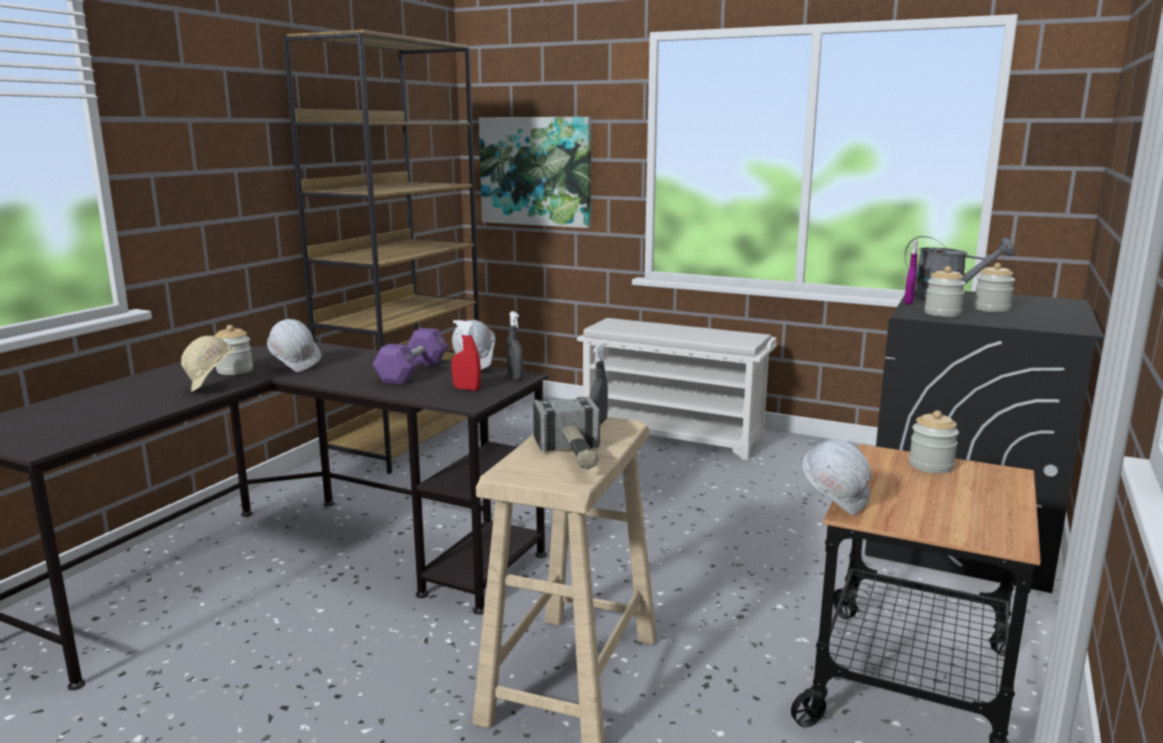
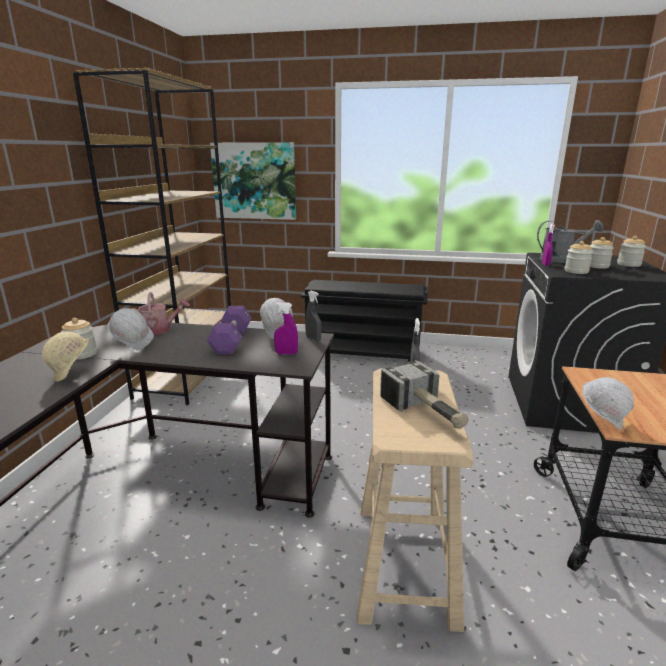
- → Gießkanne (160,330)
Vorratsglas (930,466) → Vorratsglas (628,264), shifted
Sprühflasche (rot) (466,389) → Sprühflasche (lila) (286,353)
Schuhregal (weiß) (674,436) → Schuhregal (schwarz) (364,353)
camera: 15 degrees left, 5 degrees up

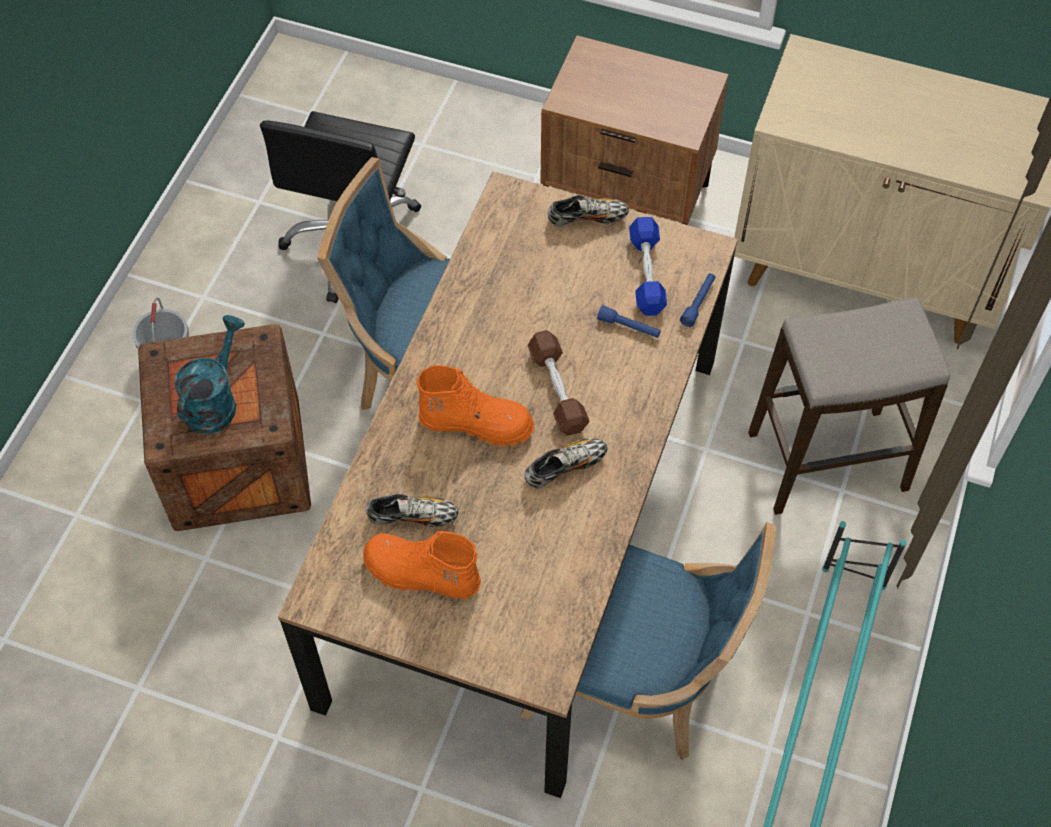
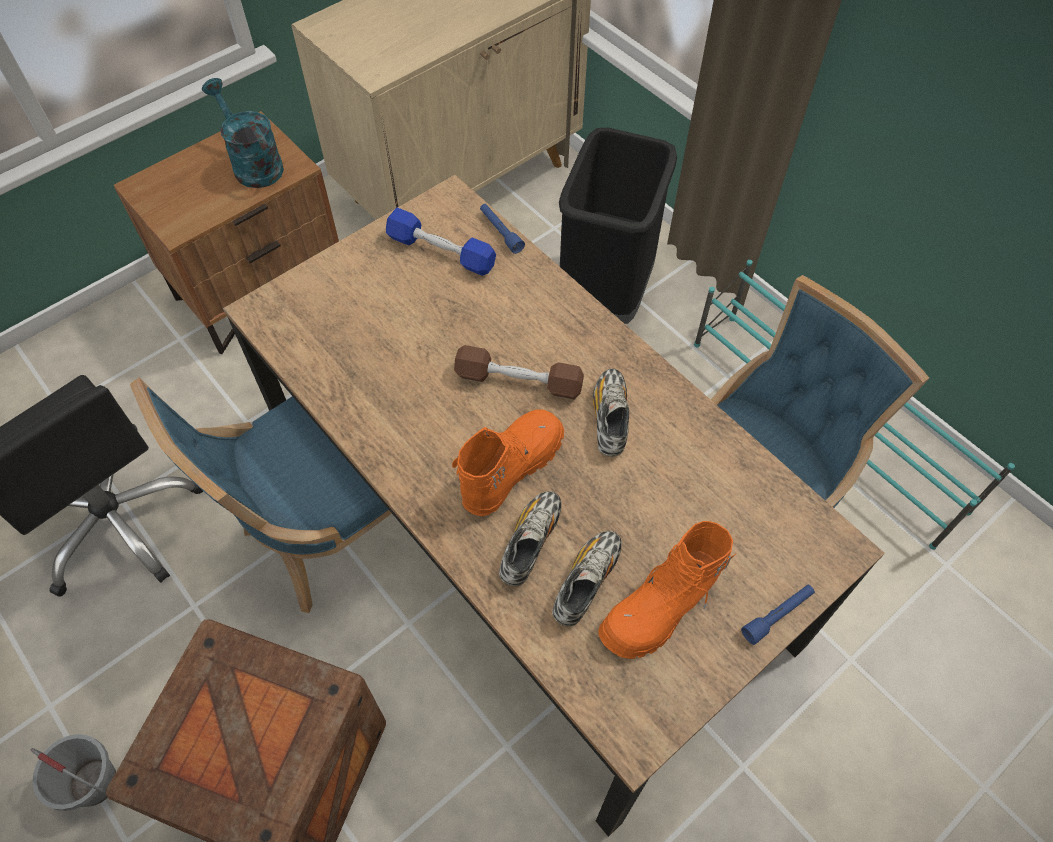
Gießkanne (türkis) (215,401) → Gießkanne (türkis) (253,164), shifted
Schuh (587,218) → Schuh (530,543), shifted
Taschenlampe (blau) (629,327) → Taschenlampe (blau) (777,615), shifted
Hocker (828,462) → Mülleimer (schwarz) (606,293)
camera: 60 degrees left, 0 degrees up

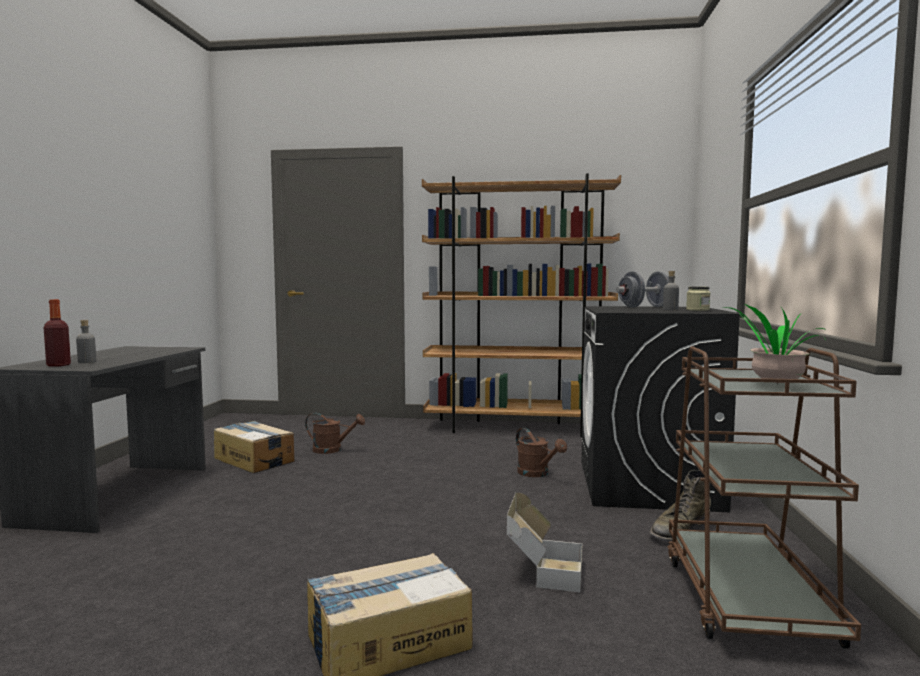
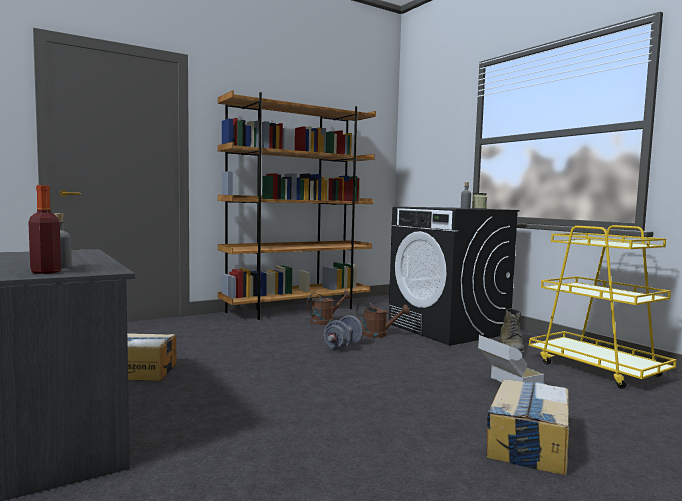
Topfpflanze (772,385) → -
Gießkanne (braun) (332,450) → Gießkanne (braun) (325,321), shifted
Hantel (grau) (644,307) → Hantel (grau) (343,346), shifted
Rollwagen (braun) (746,599) → Rollwagen (gelb) (597,369)
camera: 40 degrees left, 0 degrees up

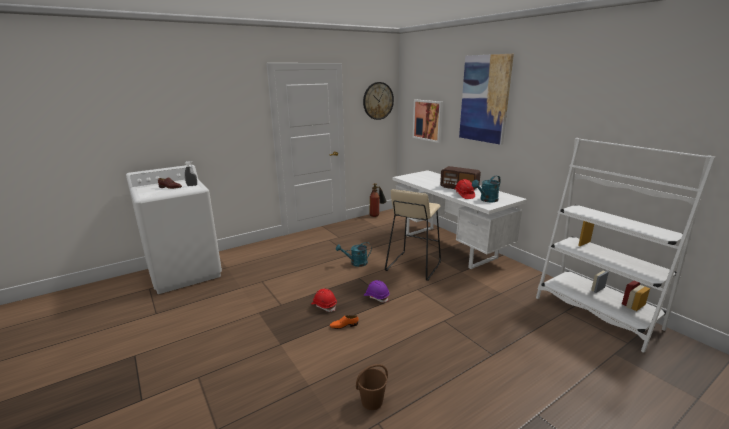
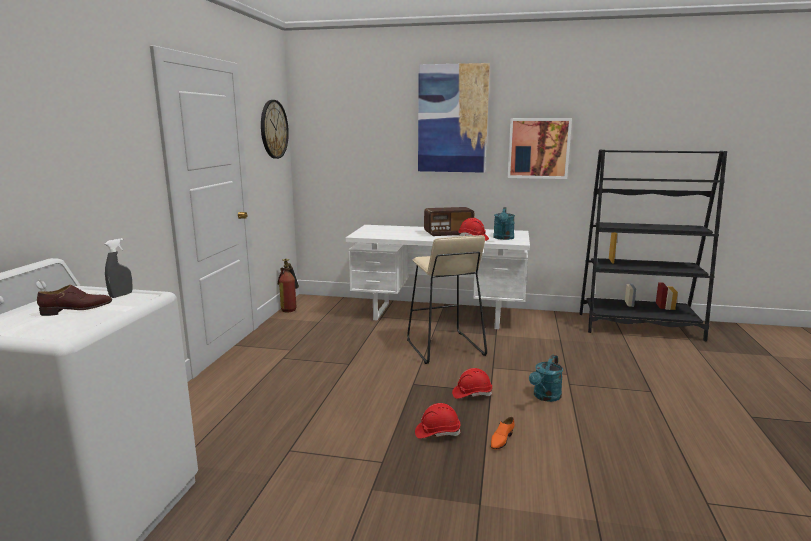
Eimer (braun) (371,401) → -
Gießkanne (türkis) (356,263) → Gießkanne (türkis) (545,397), shifted
Bild (428,120) → Bild (538,148), shifted
Schutzhelm (lila) (376,297) → Schutzhelm (rot) (472,394)
Bücherregal (weiß) (596,313) → Bücherregal (schwarz) (639,327)
camera: 45 degrees left, 5 degrees down

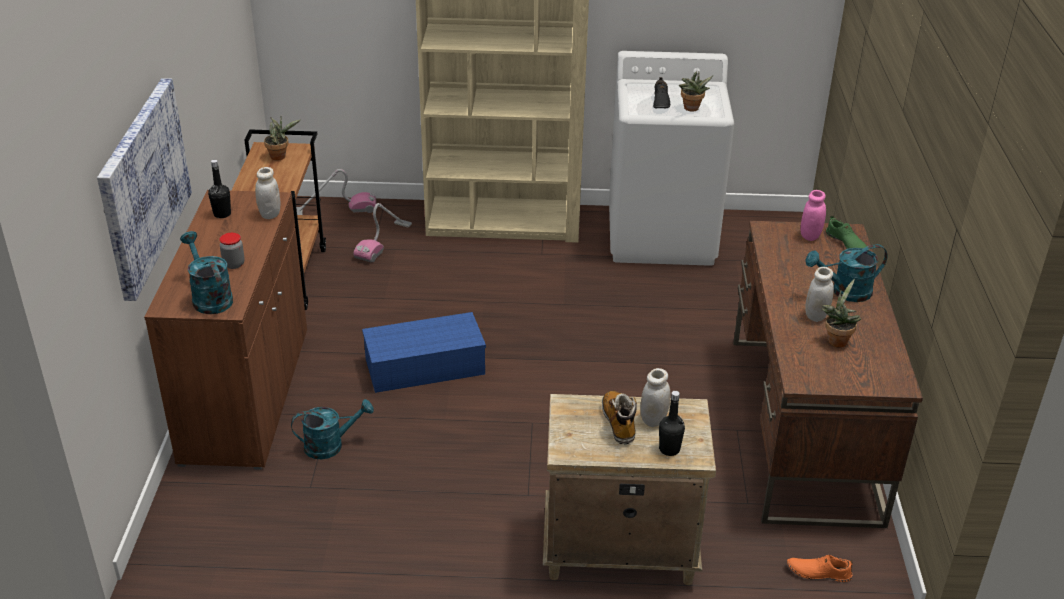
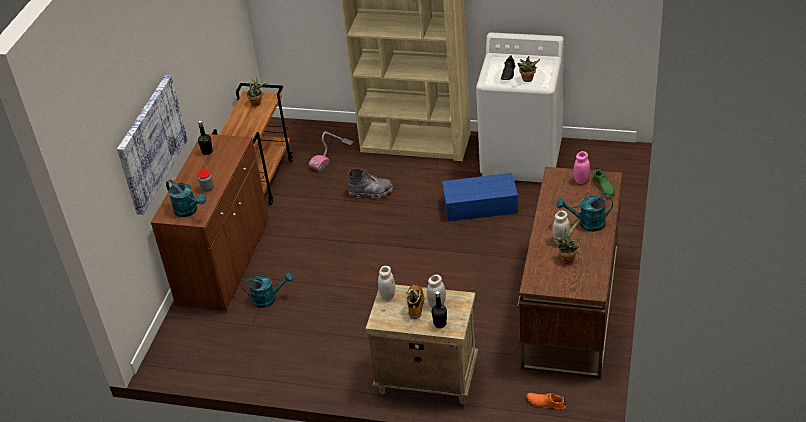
Staubsauger (335,210) → -
- → Stiefel (grau) (371,192)
Vorratsglas (weiß) (270,214) → Vorratsglas (weiß) (387,295), shifted
Aufbewahrungsbox (blau) (423,367) → Aufbewahrungsbox (blau) (479,206), shifted
Gießkanne (türkis) (209,297) → Gießkanne (türkis) (189,211), 150 degrees clockwise
camera: 15 degrees right, 5 degrees up

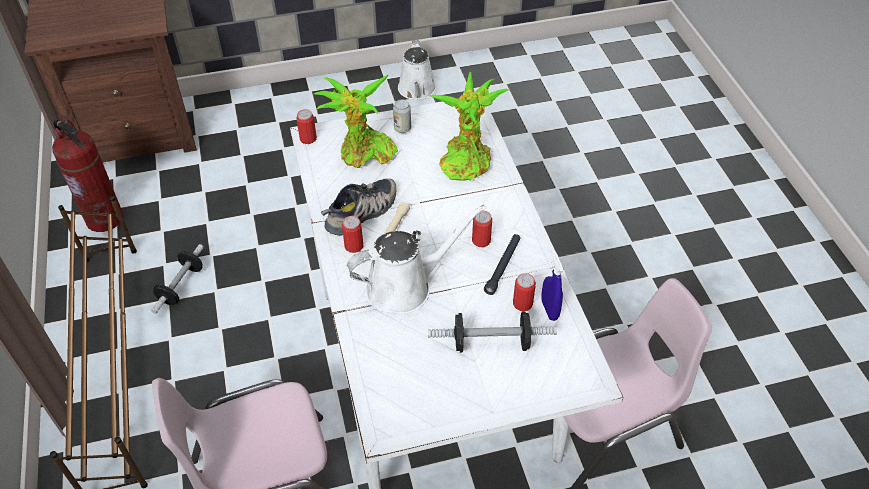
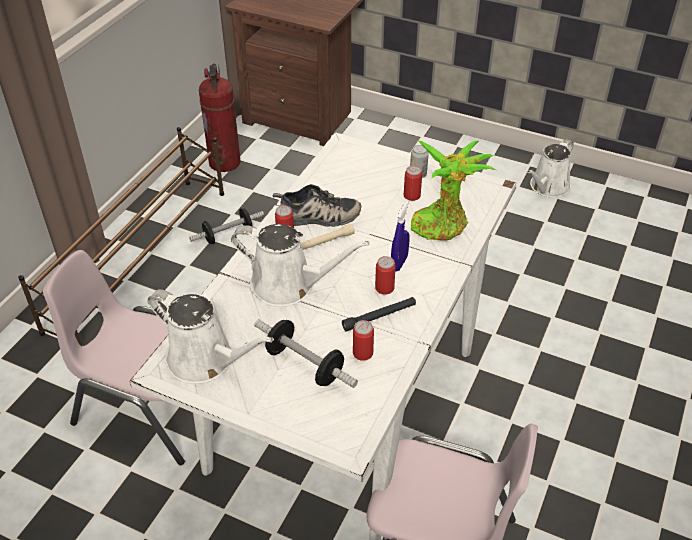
Topfpflanze (363,154) → -
- → Gießkanne (weiß) (206,360)
Dose (308,139) → Dose (412,196), shifted
Sprühflasche (blau) (549,309) → Sprühflasche (blau) (399,263), shifted
camera: 40 degrees right, 5 degrees down

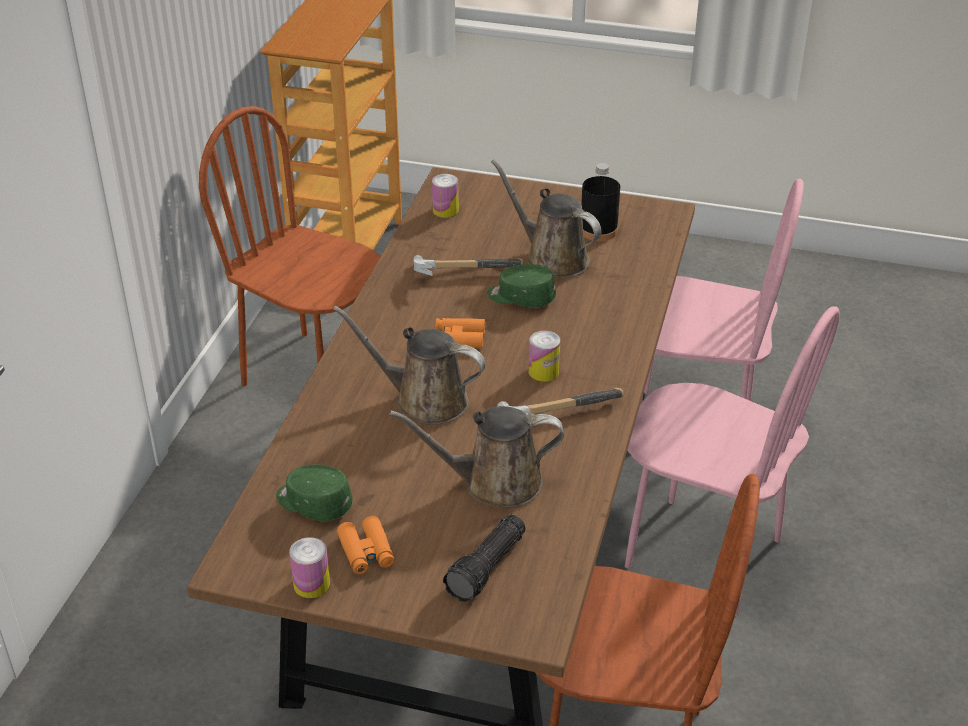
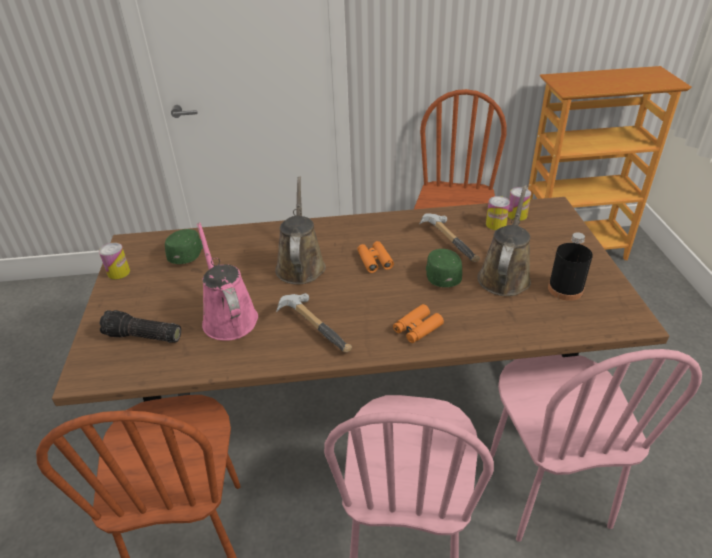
Fernglas (orange) (366,551) → Fernglas (orange) (417,328), shifted
Dose (543,372) → Dose (496,224), shifted
Gießkanne (braun) (494,483) → Gießkanne (rosa) (228,317)
camera: 70 degrees right, 0 degrees up

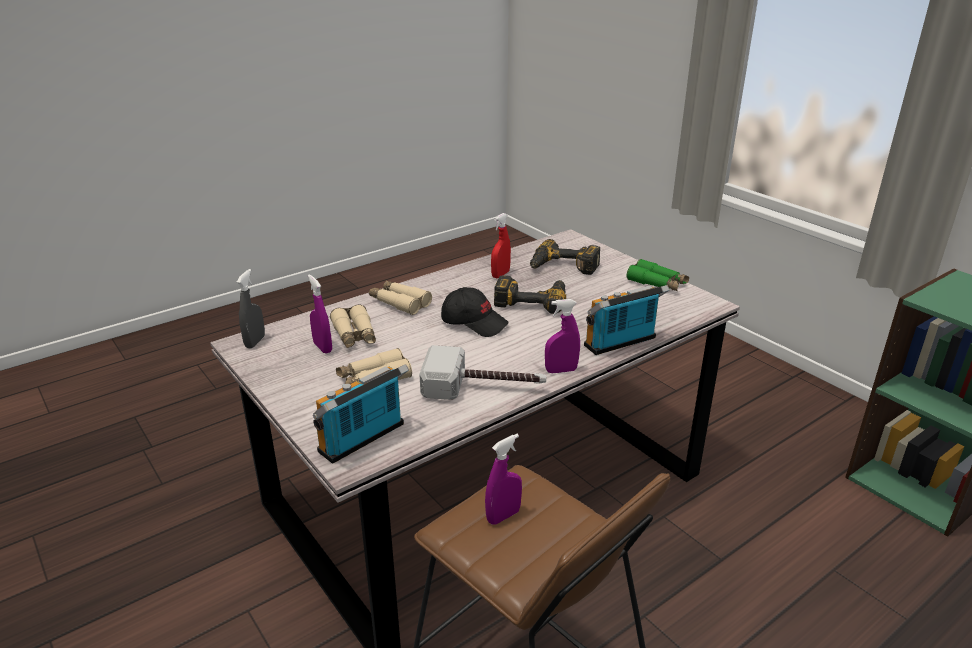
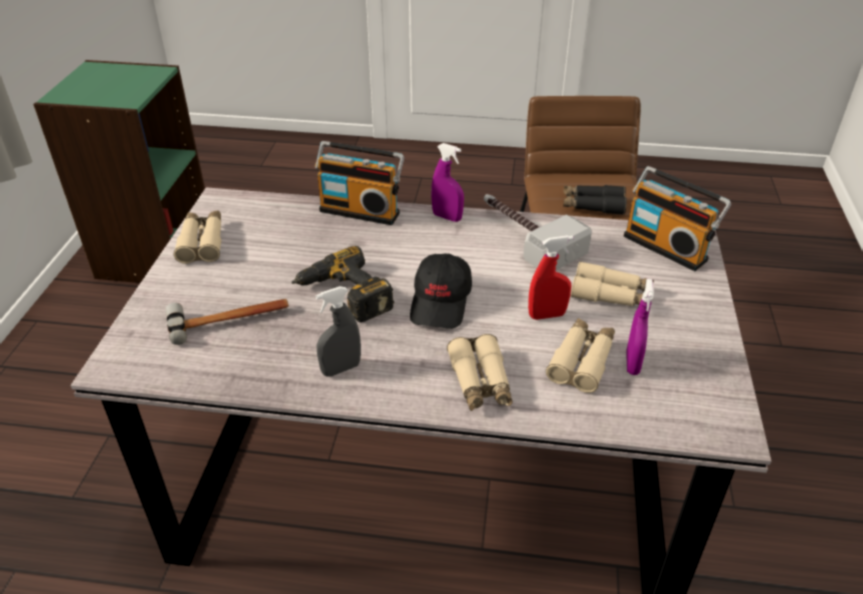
Sprühflasche (grau) (255,342) → Sprühflasche (grau) (341,369), shifted
Sprühflasche (rot) (500,274) → Sprühflasche (rot) (547,315), shifted
Sprühflasche (lila) (503,516) → Fernglas (schwarz) (592,205)
Bohrmaschine (562,267) → Hammer (229,319)
Fernglas (grün) (657,283) → Fernglas (beige) (202,242)
Radio (364,440) → Radio (667,247), 45 degrees clockwise
Kappe (schwarz) (474,322) → Kappe (schwarz) (441,302), 150 degrees counterclockwise
camera: 135 degrees left, 10 degrees up

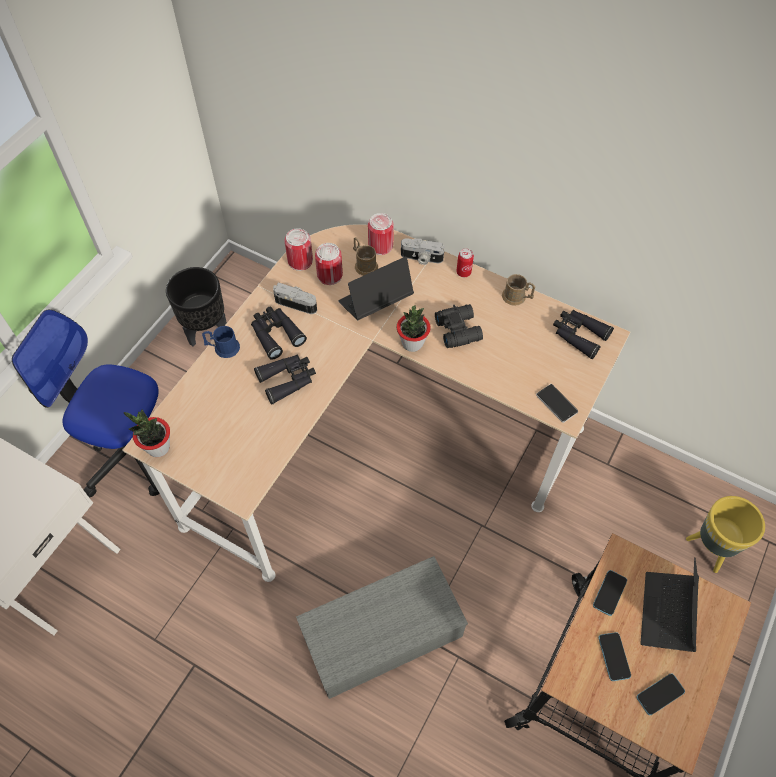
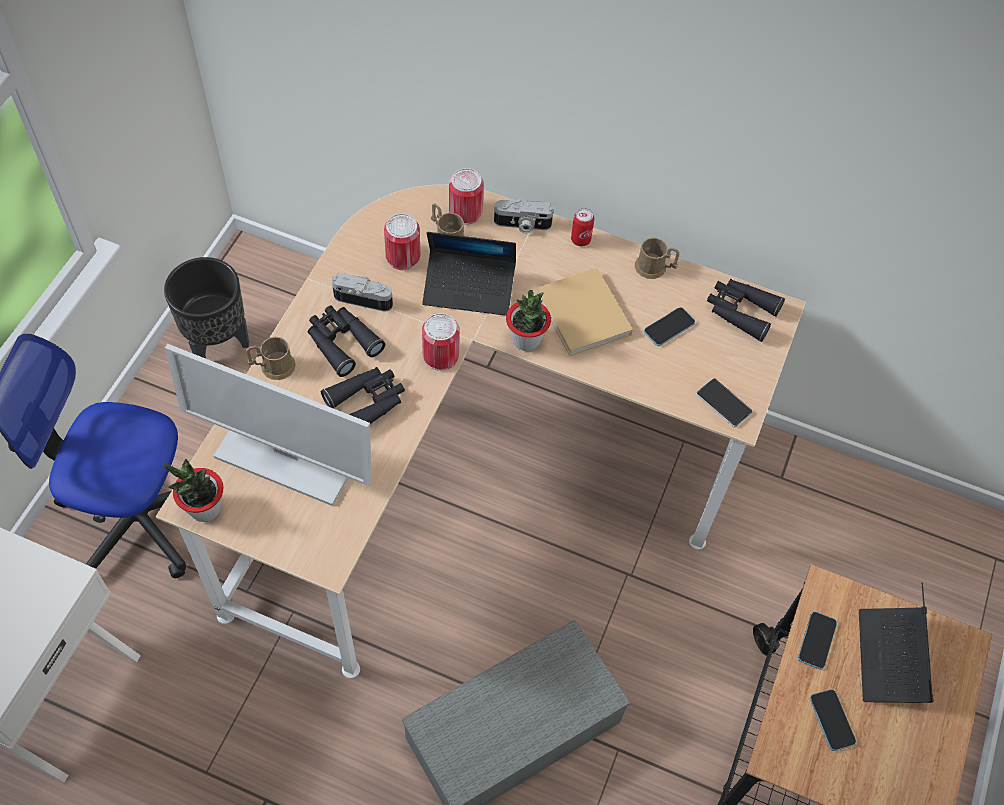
Pflanzkübel (gelb) (710,549) → -
- → Monitor (286,456)
Dose (300,261) → Dose (440,356), shifted
Handy (660,694) → Handy (669,327), shifted
Fernglas (schwarz) (458,329) → Buch (beige) (584,316)
Henkelbecher (blau) (223,348) → Henkelbecher (braun) (272,366)
Laptop (375,302) → Laptop (469,288), 135 degrees counterclockwise
camera: 10 degrees left, 0 degrees up

